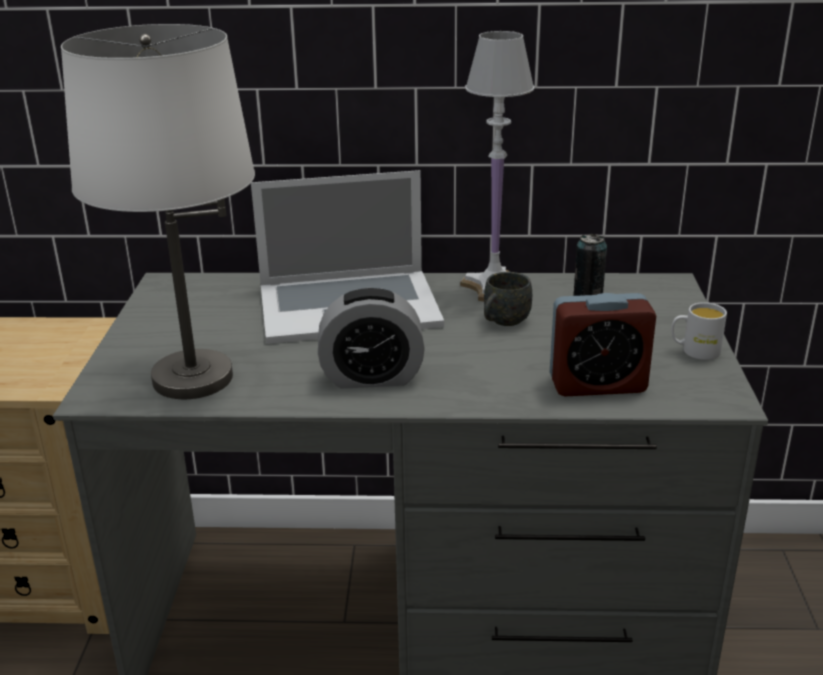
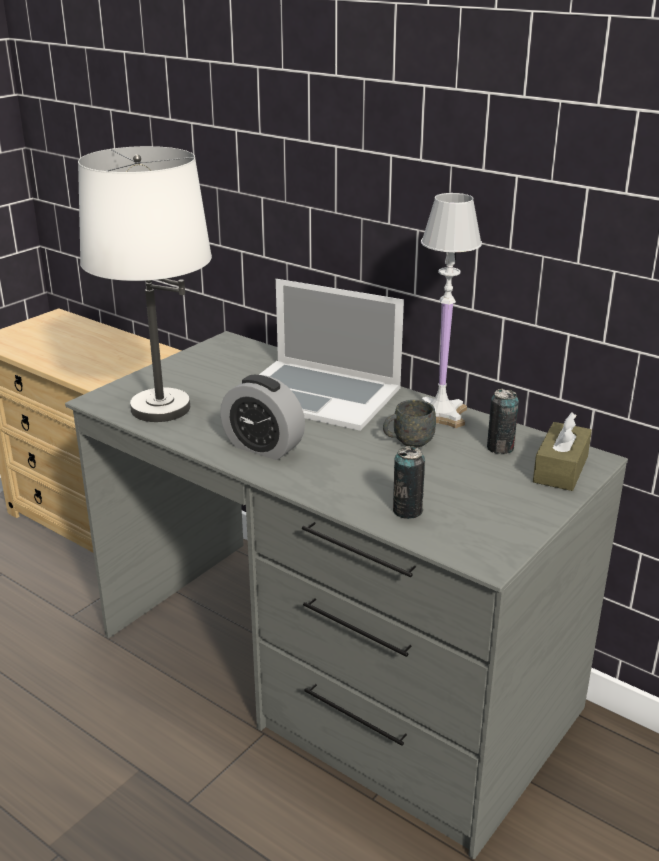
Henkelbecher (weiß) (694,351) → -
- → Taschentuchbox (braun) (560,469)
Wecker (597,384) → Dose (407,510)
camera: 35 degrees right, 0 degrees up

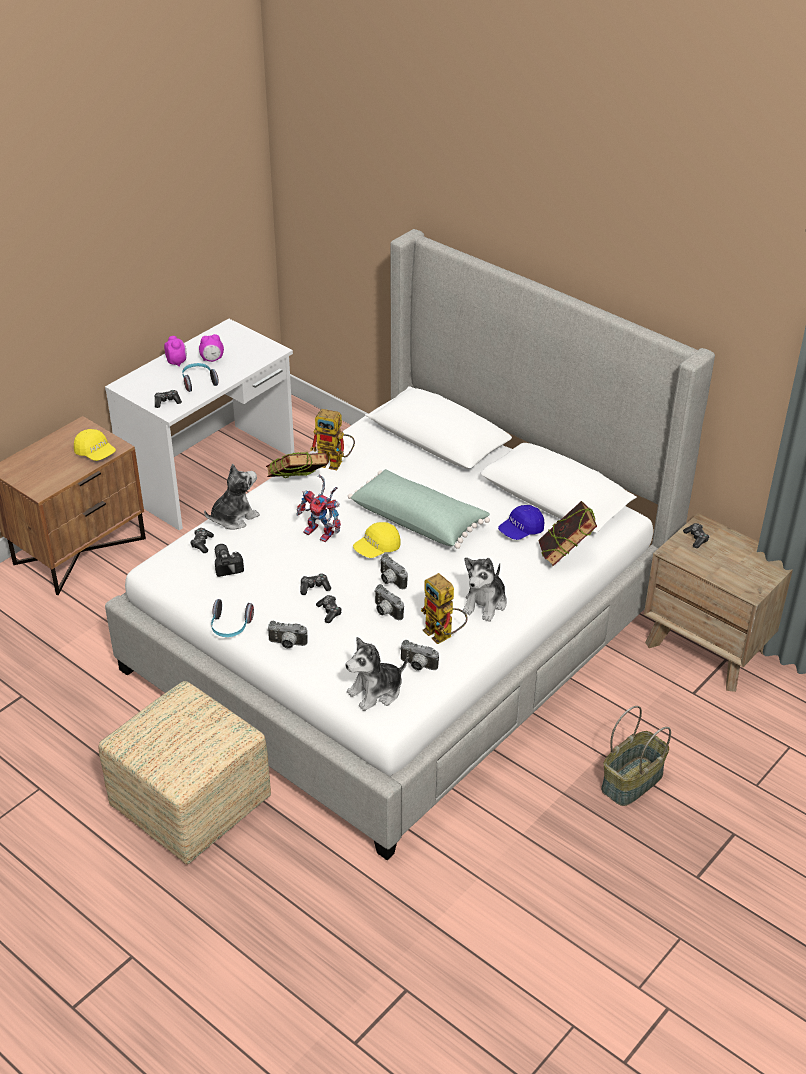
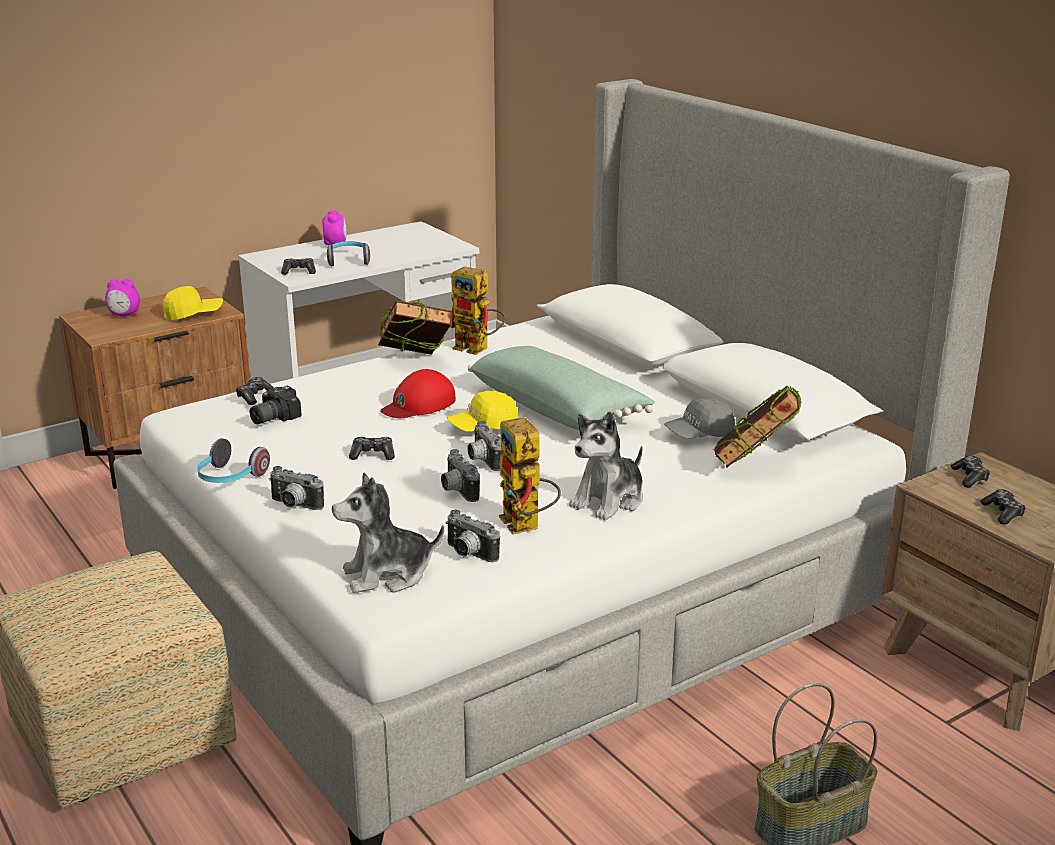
Plüschtier (233,517) → -
Wecker (212,360) → Wecker (124,315), shifted
Gamepad (329,612) → Gamepad (1003,513), shifted
Spielzeugroboter (322,533) → Kappe (rot) (418,404)
Kappe (blau) (521,531) → Kappe (grau) (699,435)
Kappe (gelb) (95,453) → Kappe (gelb) (193,314), 75 degrees counterclockwise
Kamera (228,564) → Kamera (272,418), 135 degrees counterclockwise
camera: 15 degrees right, 15 degrees down

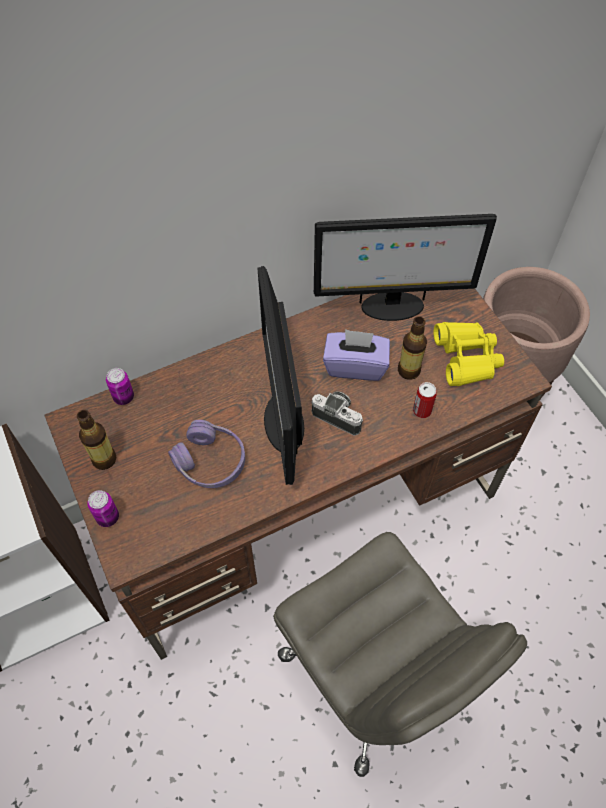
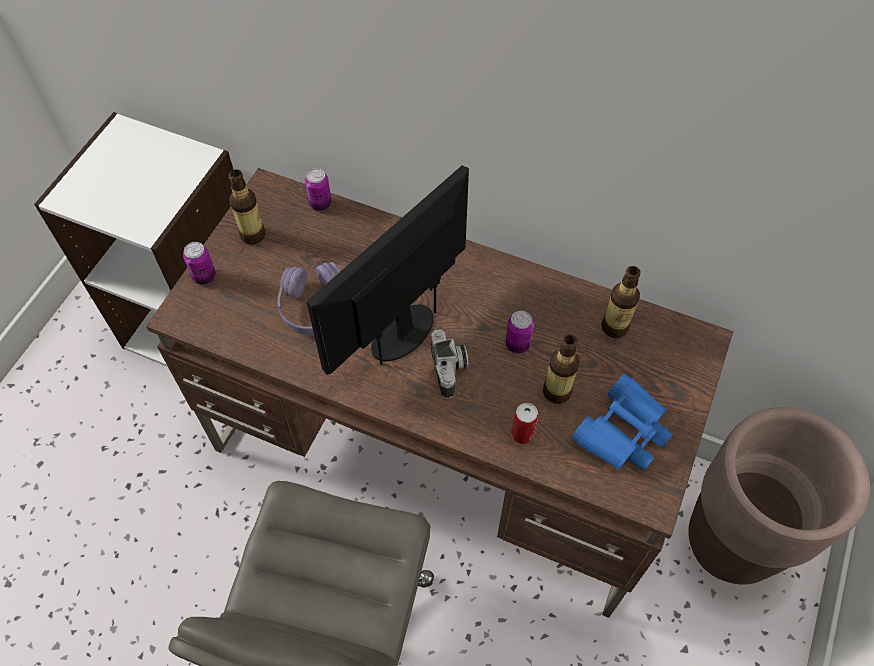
Monitor (391,307) → Flasche (614,327)
Taschentuchbox (lila) (355,365) → Dose (517,344)
Fernglas (gelb) (466,358) → Fernglas (blau) (622,432)
camera: 50 degrees right, 0 degrees up

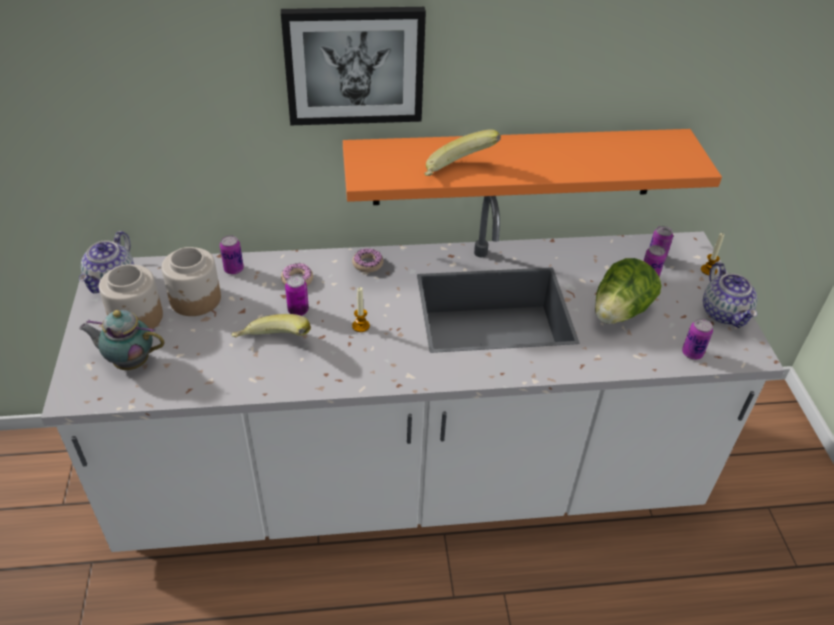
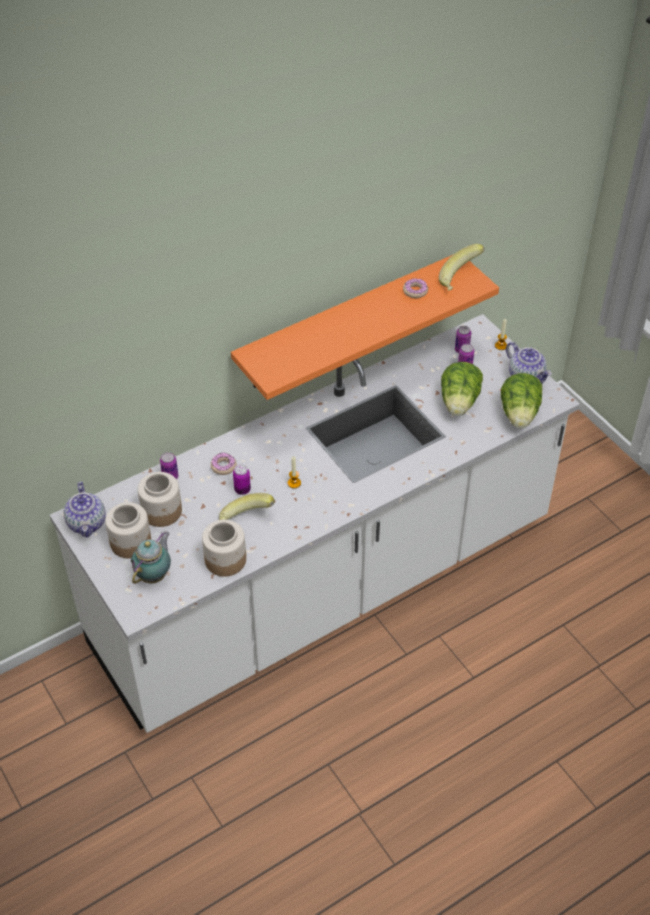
Bild (354,65) → -
- → Vorratsglas (225,560)
Donut (368,264) → Donut (415,291), shifted
Banane (458,173) → Banane (460,280), shifted
Dose (692,353) → Salatkopf (519,414)
Teekanne (129,362) → Teekanne (154,574), 135 degrees clockwise
camera: 25 degrees left, 5 degrees up

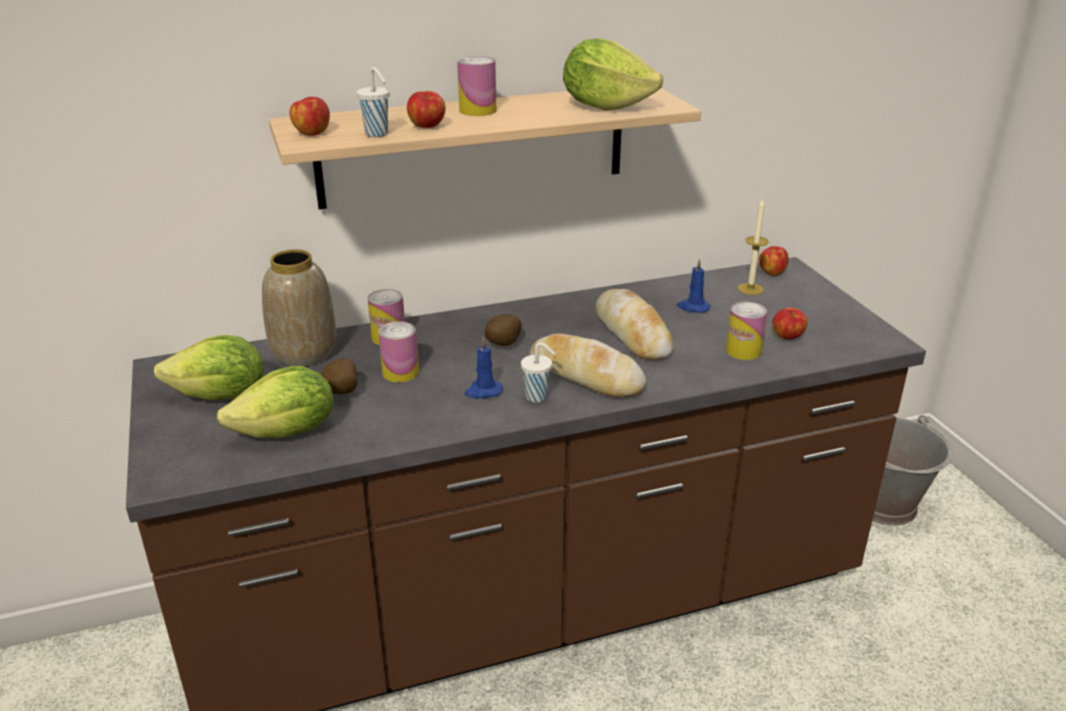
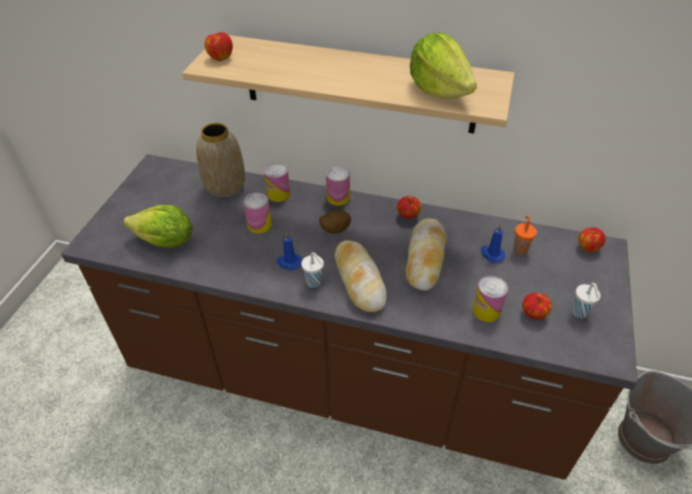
Salatkopf (221,397) → -
Kartoffel (340,394) → -
Kerze (750,289) → -
- → Tasse (orange) (520,249)
Tasse (weiß) (378,134) → Tasse (weiß) (580,313), shifted
Apfel (427,127) → Apfel (408,216), shifted
Dose (477,110) → Dose (338,198), shifted
camera: 35 degrees right, 15 degrees up

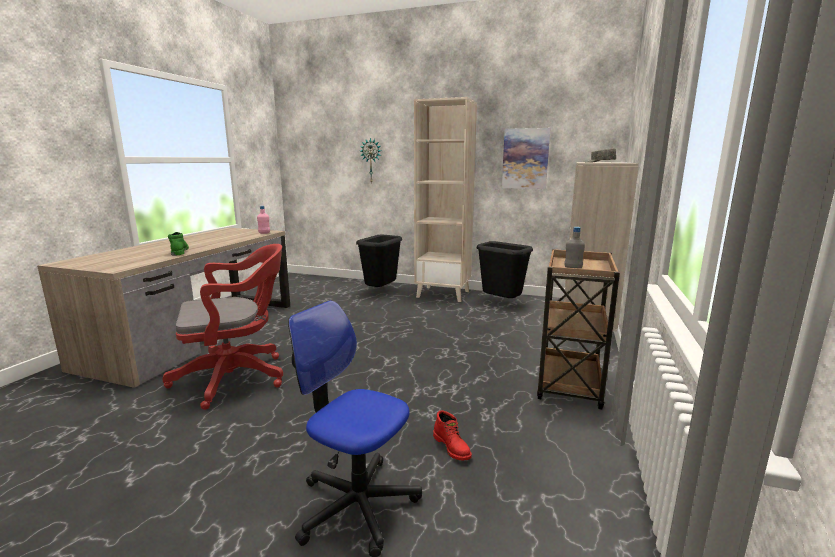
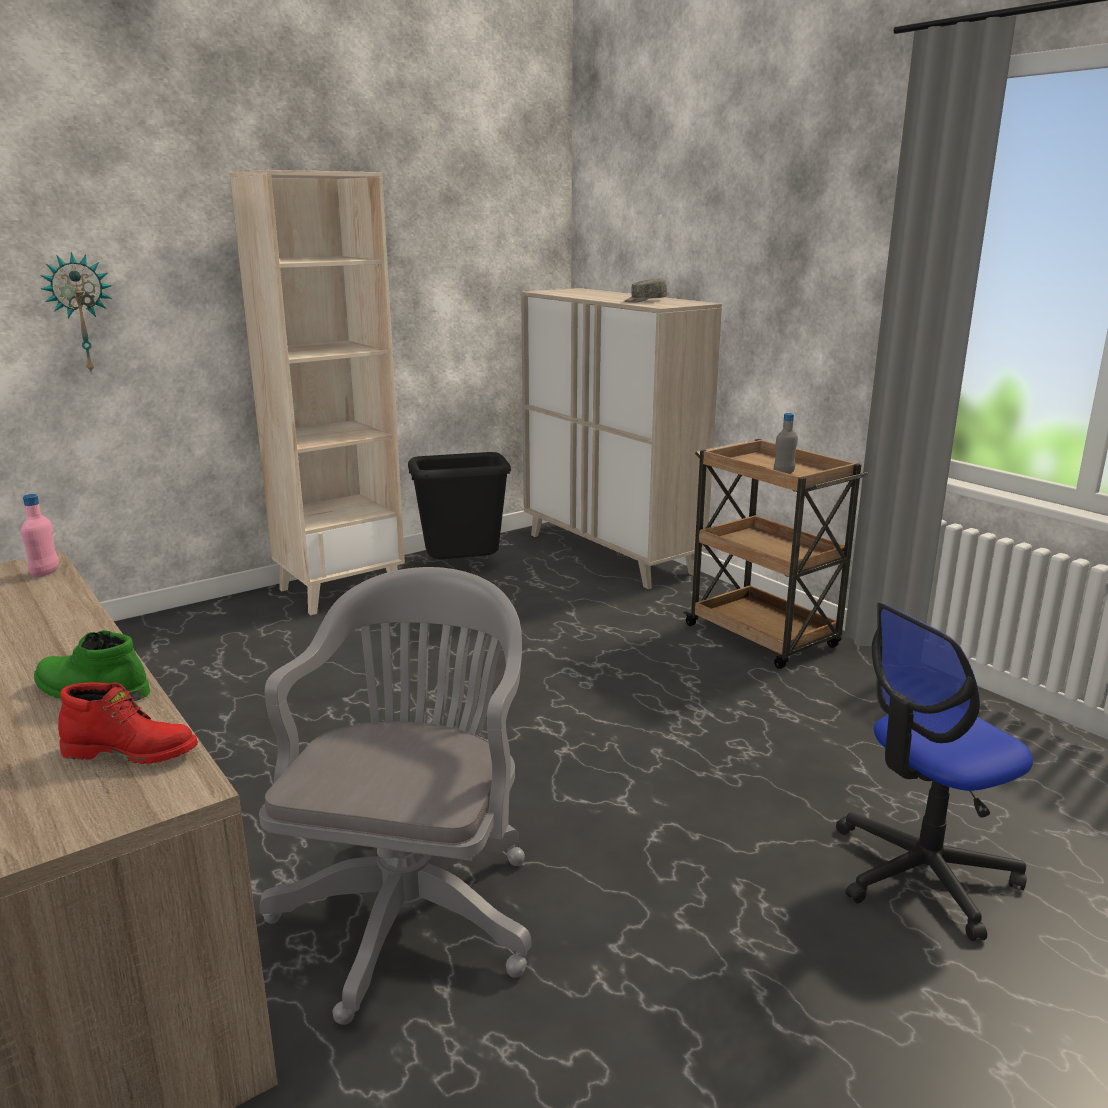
Mülleimer (schwarz) (380,292) → -
Bild (525,159) → -
Stiefel (rot) (452,447) → Stiefel (rot) (132,752), shifted
Bürostuhl (rot) (237,377) → Bürostuhl (grau) (413,907)
camera: 55 degrees left, 5 degrees up

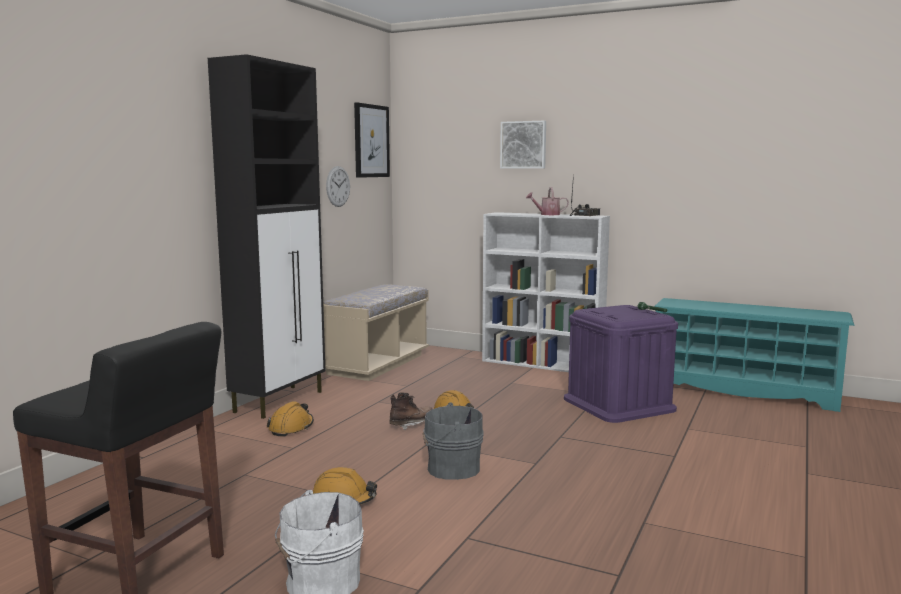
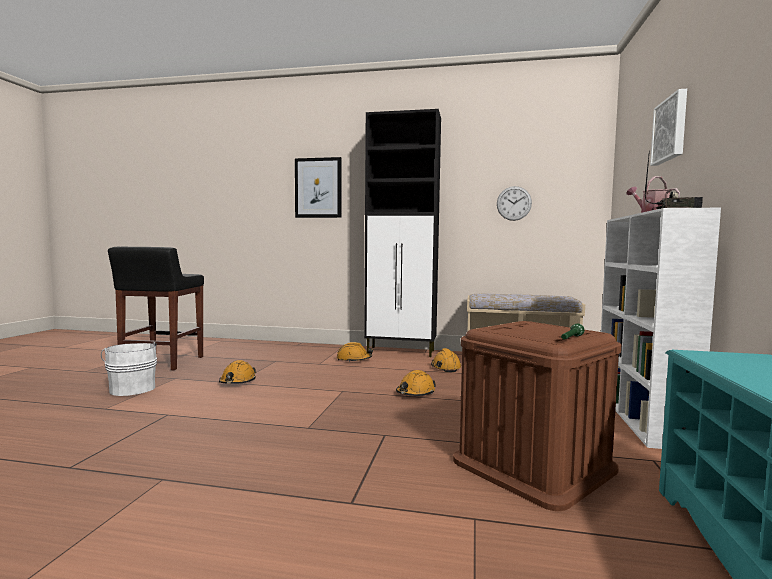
Stiefel (braun) (411,424) → -
Eimer (grau) (451,468) → -
- → Schutzhelm (orange) (445,367)
Bild (371,141) → Bild (318,188), shifted
Aufbewahrungsbox (lila) (618,404) → Aufbewahrungsbox (braun) (533,464)
camera: 75 degrees right, 5 degrees down

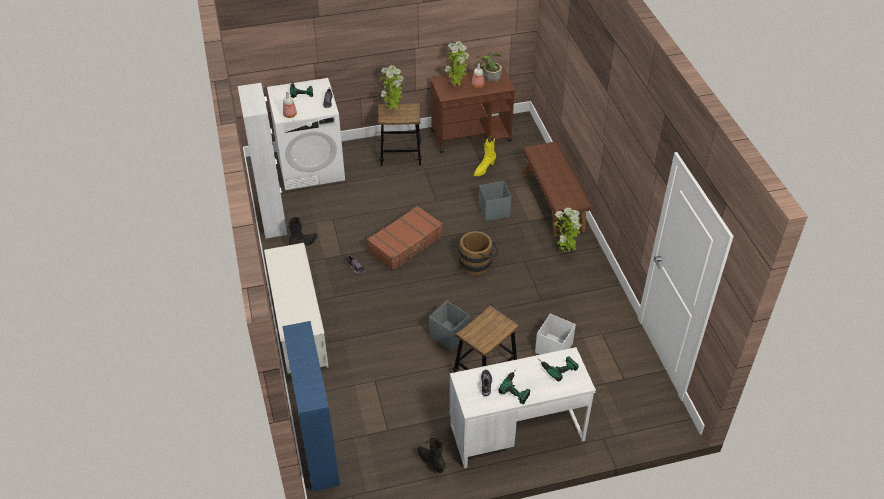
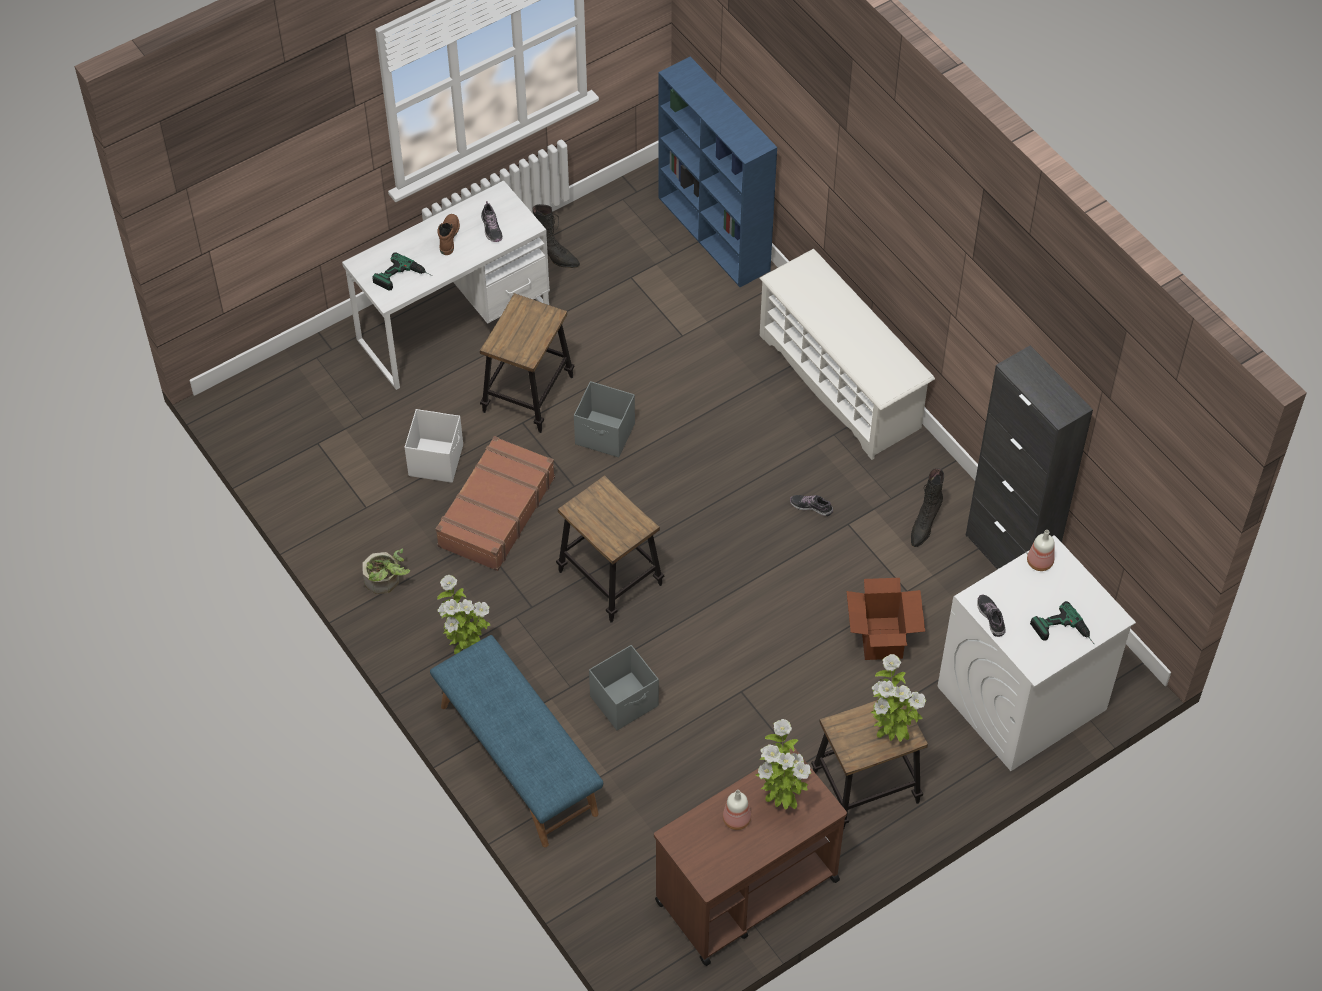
Stiefel (gelb) (484,169) → -
- → Karton (881,639)
Koffer (braun) (406,244) → Koffer (braun) (495,512), shifted
Topfpflanze (491,75) → Topfpflanze (386,581), shifted
Eimer (braun) (478,263) → Hocker (610,578)
Bohrmaschine (517,386) → Stiefel (braun) (448,237)
Schrank (weiß) (273,220) → Schrank (schwarz) (1009,556)
Bank (braun) (554,202) → Bank (blau) (517,760)
camera: 160 degrees right, 10 degrees up

